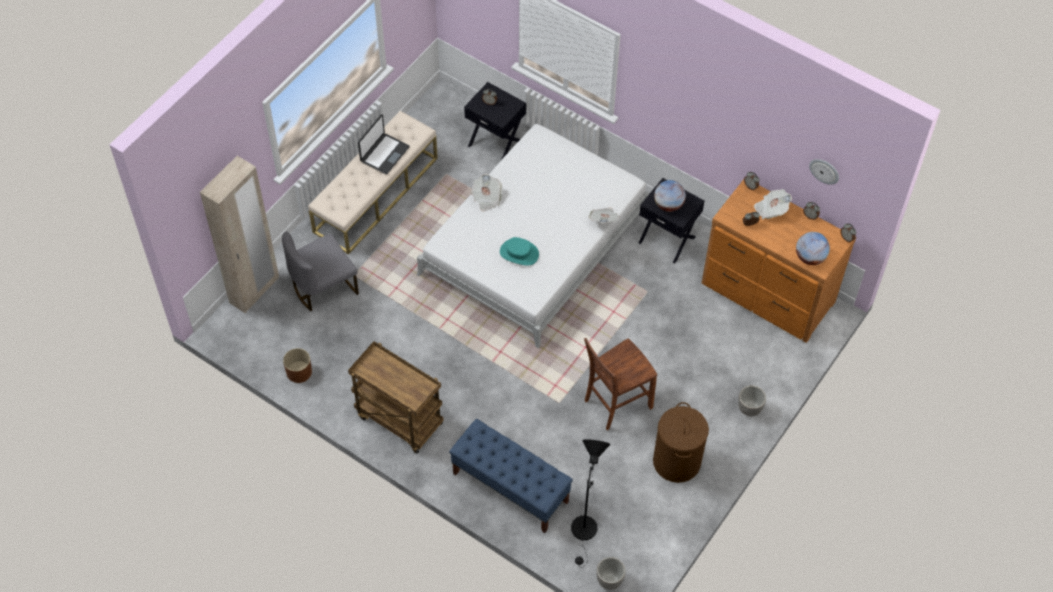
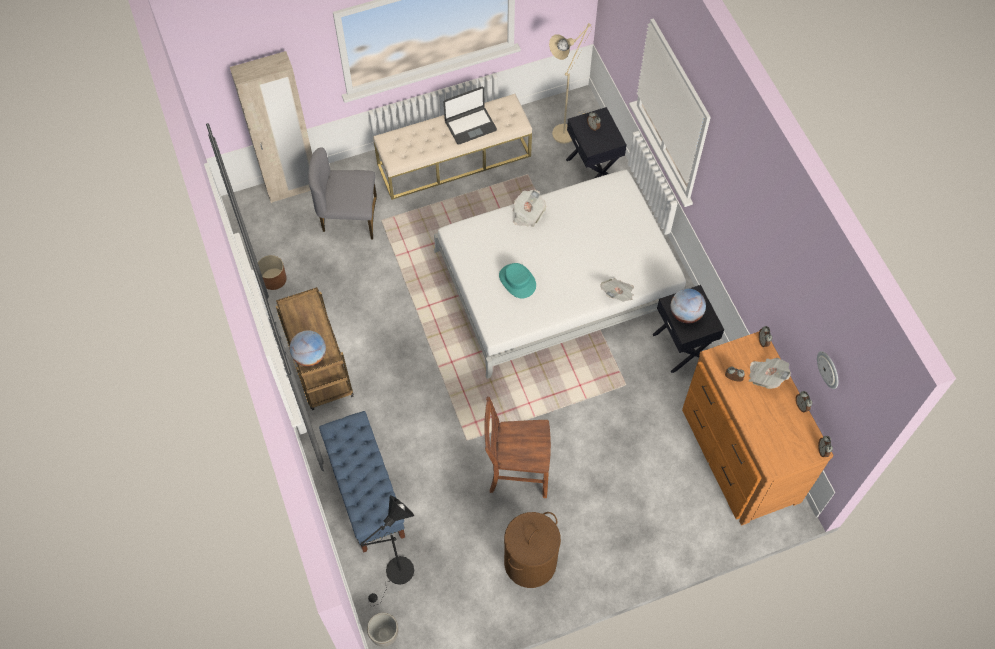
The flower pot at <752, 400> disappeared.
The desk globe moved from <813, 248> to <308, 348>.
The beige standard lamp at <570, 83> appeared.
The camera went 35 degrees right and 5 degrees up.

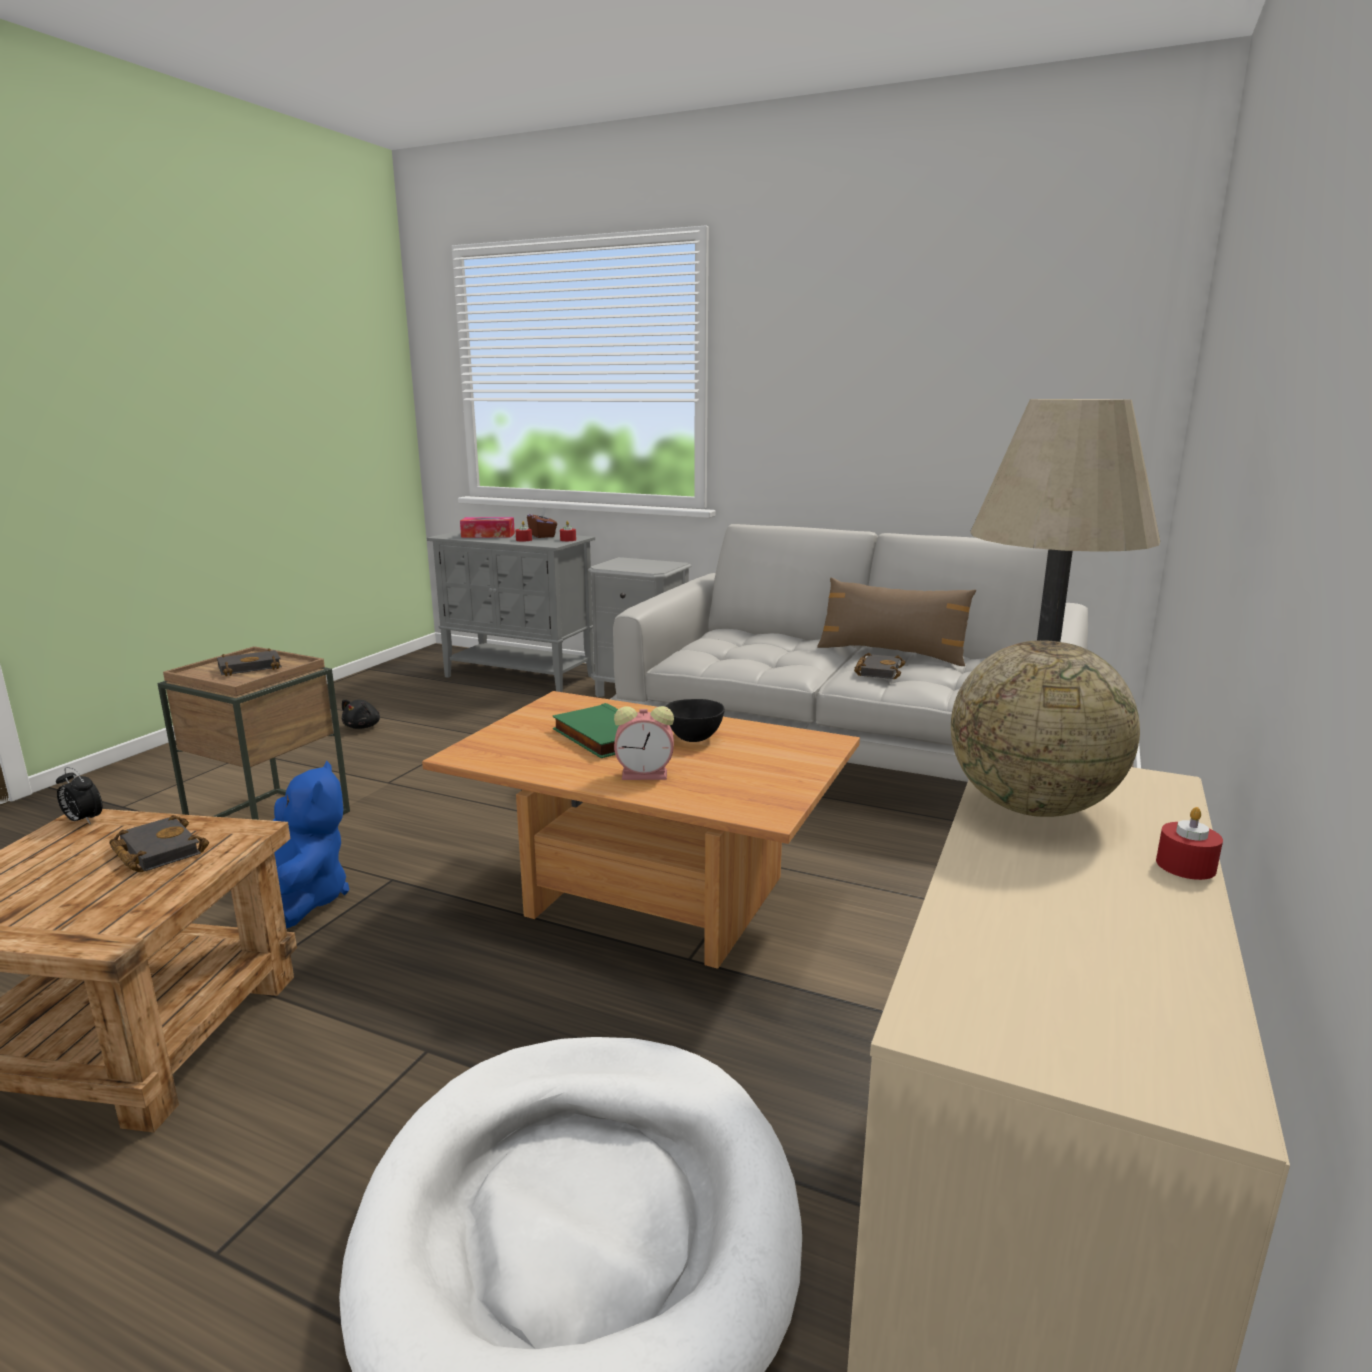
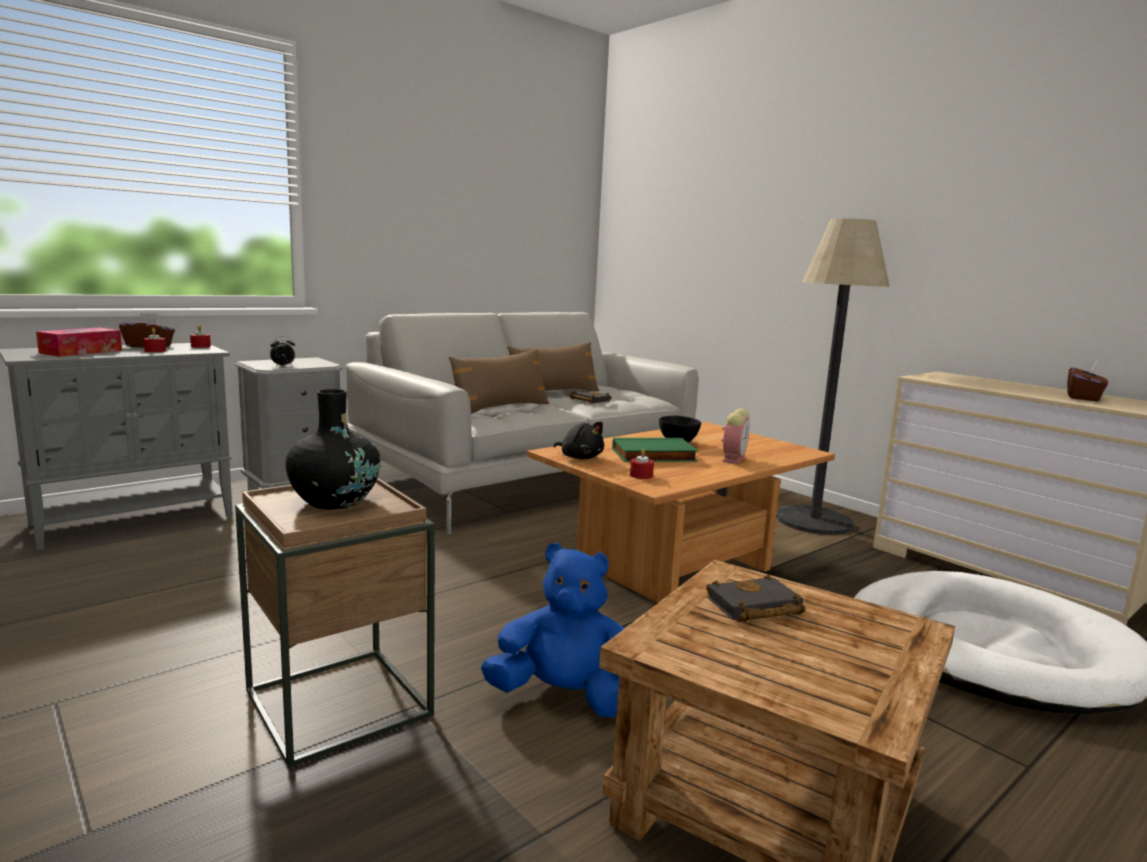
The alarm clock moved from <79, 796> to <282, 351>.
The black-coloured volume at <249, 662> was replaced by the black-coloured flower vase at <333, 449>.
The black-coloured plush toy moved from <361, 714> to <579, 440>.
The desk globe at <1045, 728> disappeared.
The red wax candle moved from <1189, 843> to <642, 464>.
The brown pillow at <499, 381> appeared.
The brown box of tissues at <1087, 381> appeared.
The camera went 65 degrees left and 5 degrees down.

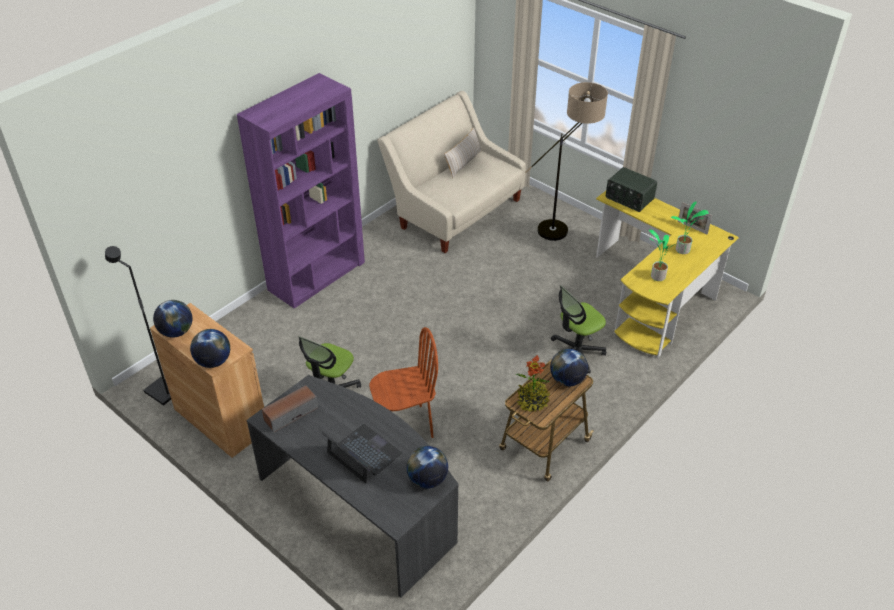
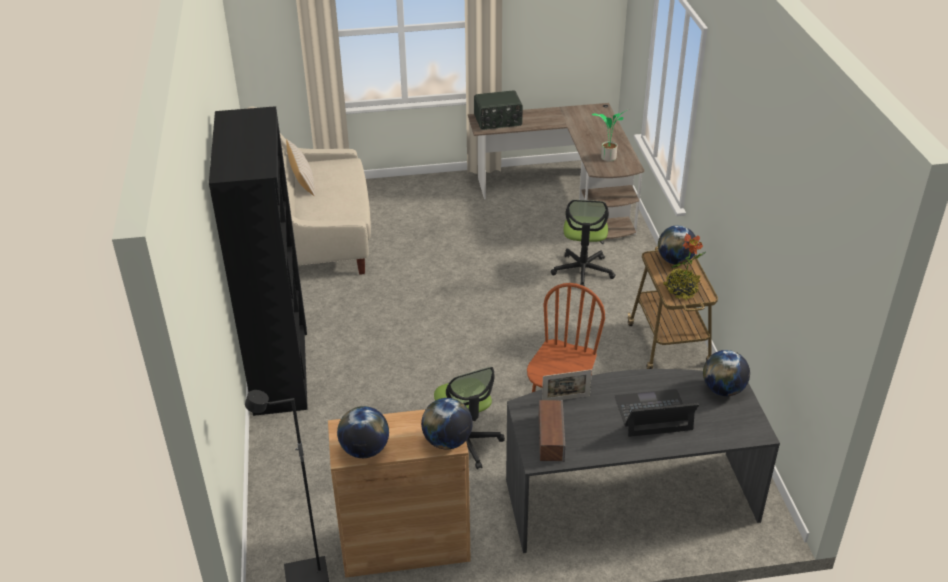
The purple shelving unit at <301, 190> became the black-coloured shelving unit at <258, 261>.
The standard lamp at <566, 161> disappeared.
The yellowish desk table at <667, 274> became the brown desk table at <556, 171>.
The potted plant at <690, 227> disappeared.
The photo frame moved from <695, 218> to <567, 384>.
The camera went 50 degrees left and 5 degrees down.

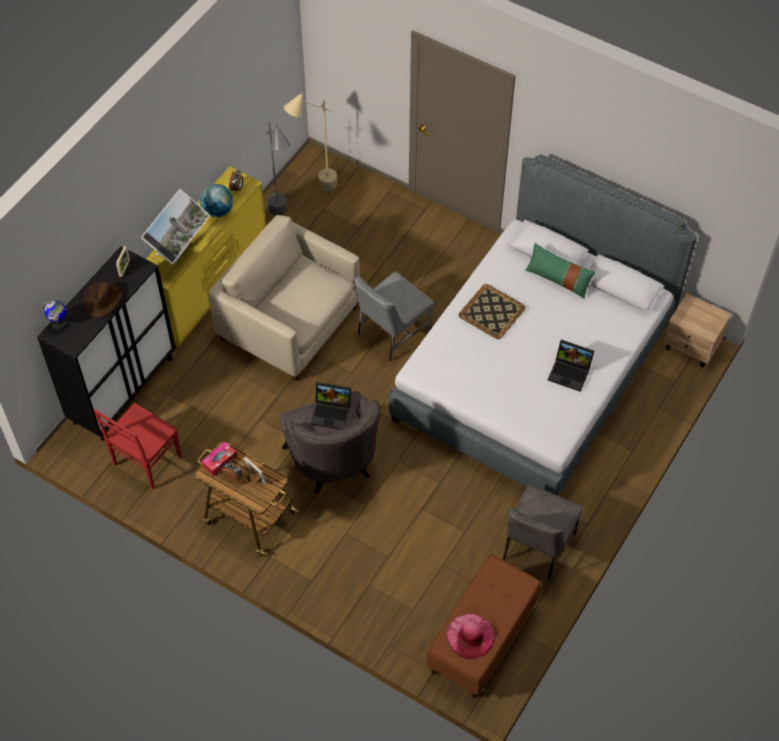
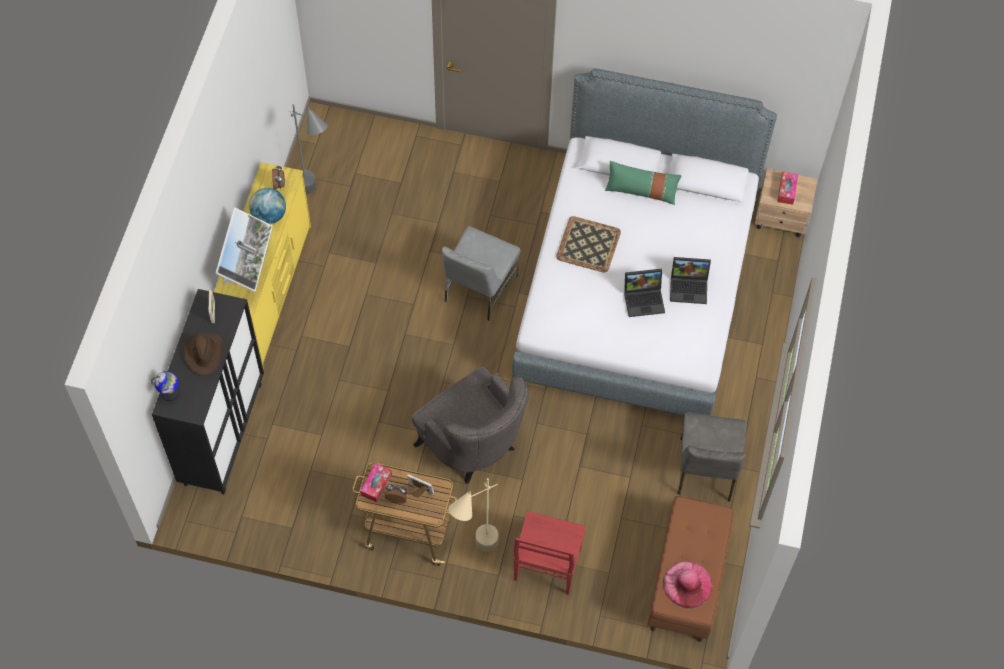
The red plain chair moved from <138, 446> to <549, 553>.
The beige armchair at <284, 298> disappeared.
The beige standard lamp moved from <310, 141> to <473, 515>.
The portable computer moved from <331, 405> to <644, 293>.
The box of tissues at <787, 188> appeared.
The camera went 20 degrees left and 5 degrees up.

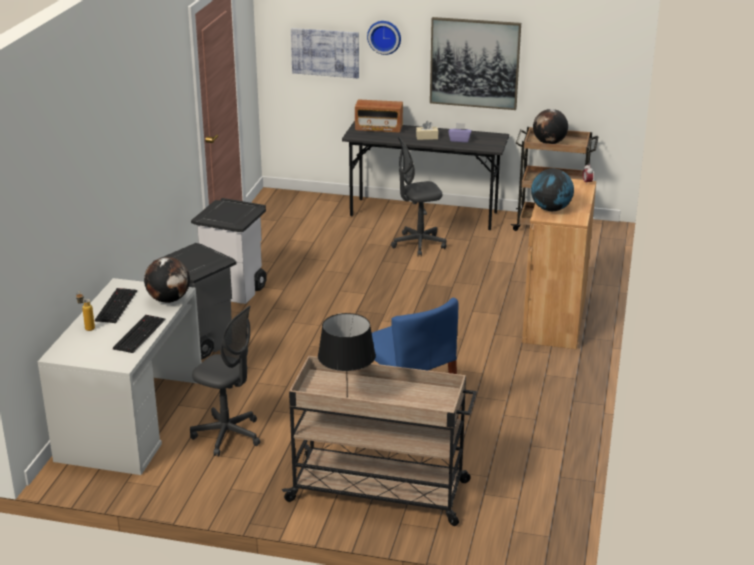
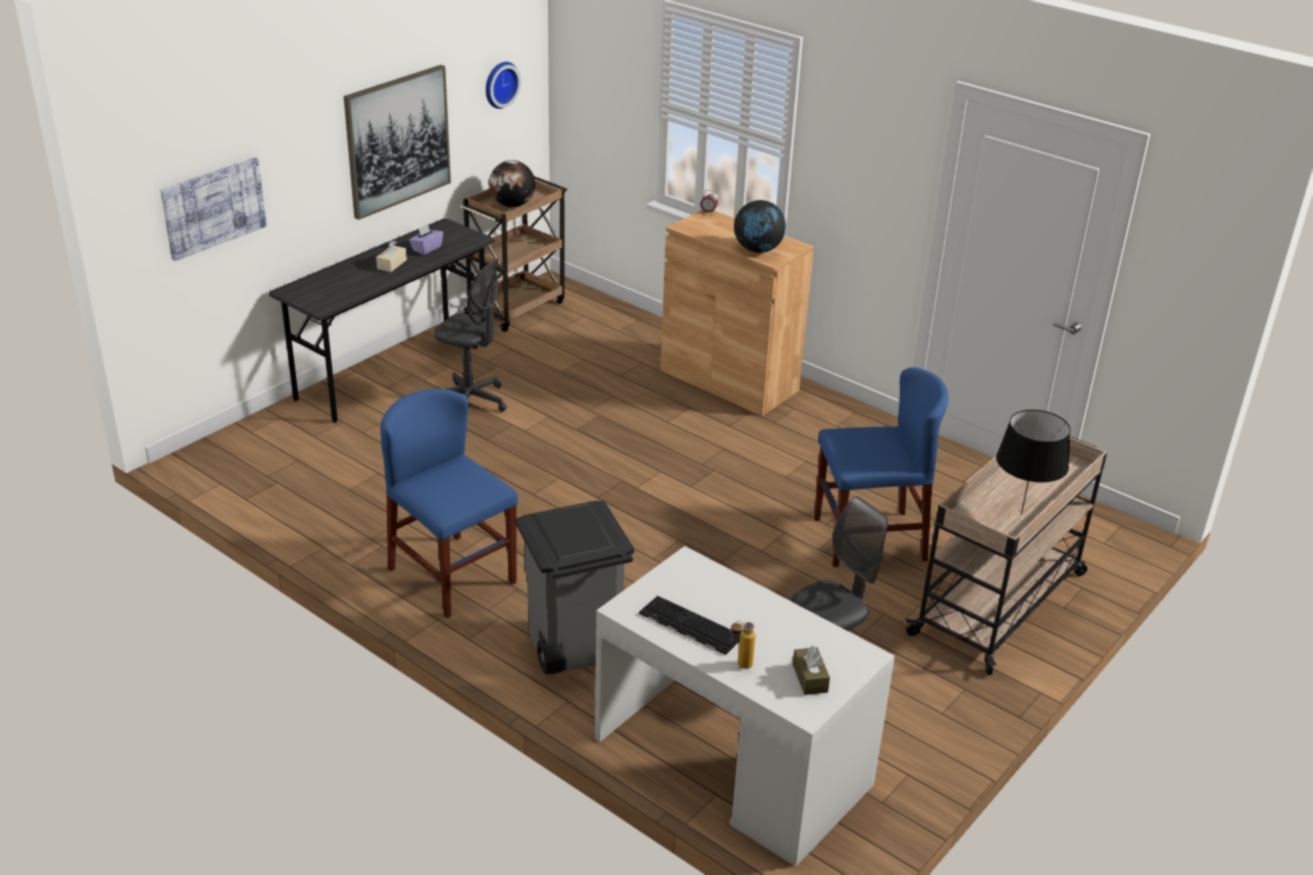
The PC keyboard at <139, 334> disappeared.
The desk globe at <167, 280> disappeared.
The white waste bin at <229, 251> was replaced by the blue plain chair at <449, 503>.
The radio set at <379, 115> disappeared.
The clock on the wall moved from <384, 38> to <503, 85>.
The grey computer chair at <419, 196> turned 75 degrees counterclockwise.
The brown box of tissues at <811, 670> appeared.
The camera went 65 degrees left and 5 degrees up.

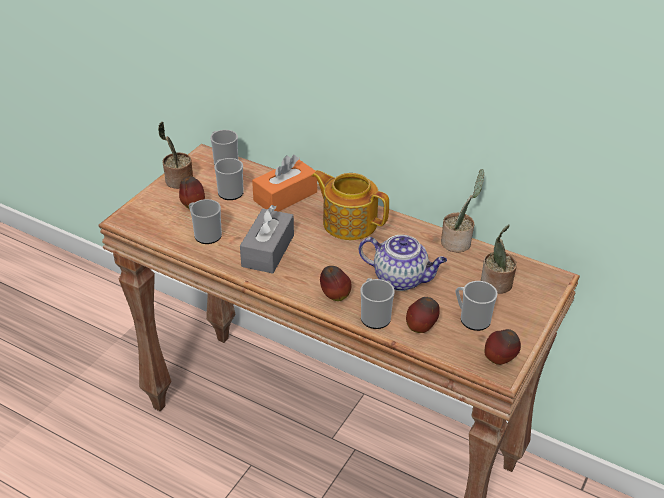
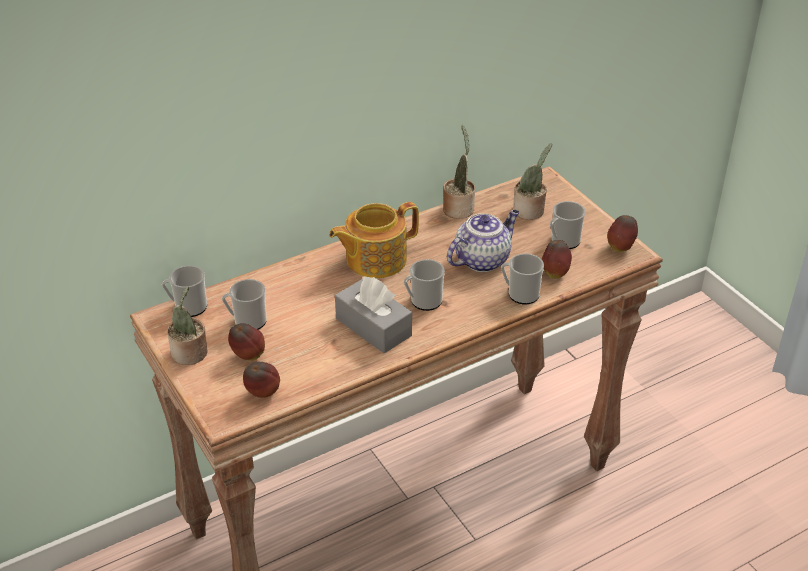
The coffee mug moved from <205, 221> to <424, 285>.
The orangey box of tissues at <284, 183> disappeared.
The whole apple moved from <335, 283> to <261, 380>.
The camera went 60 degrees left and 0 degrees up.

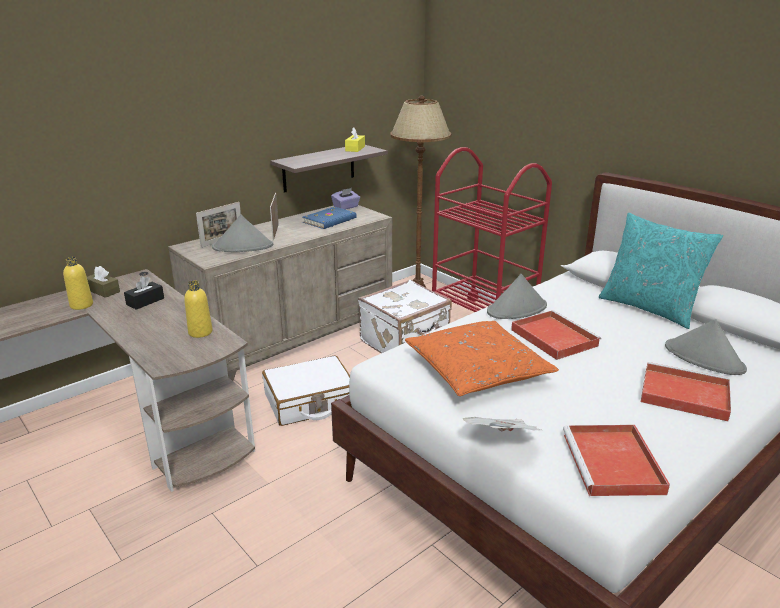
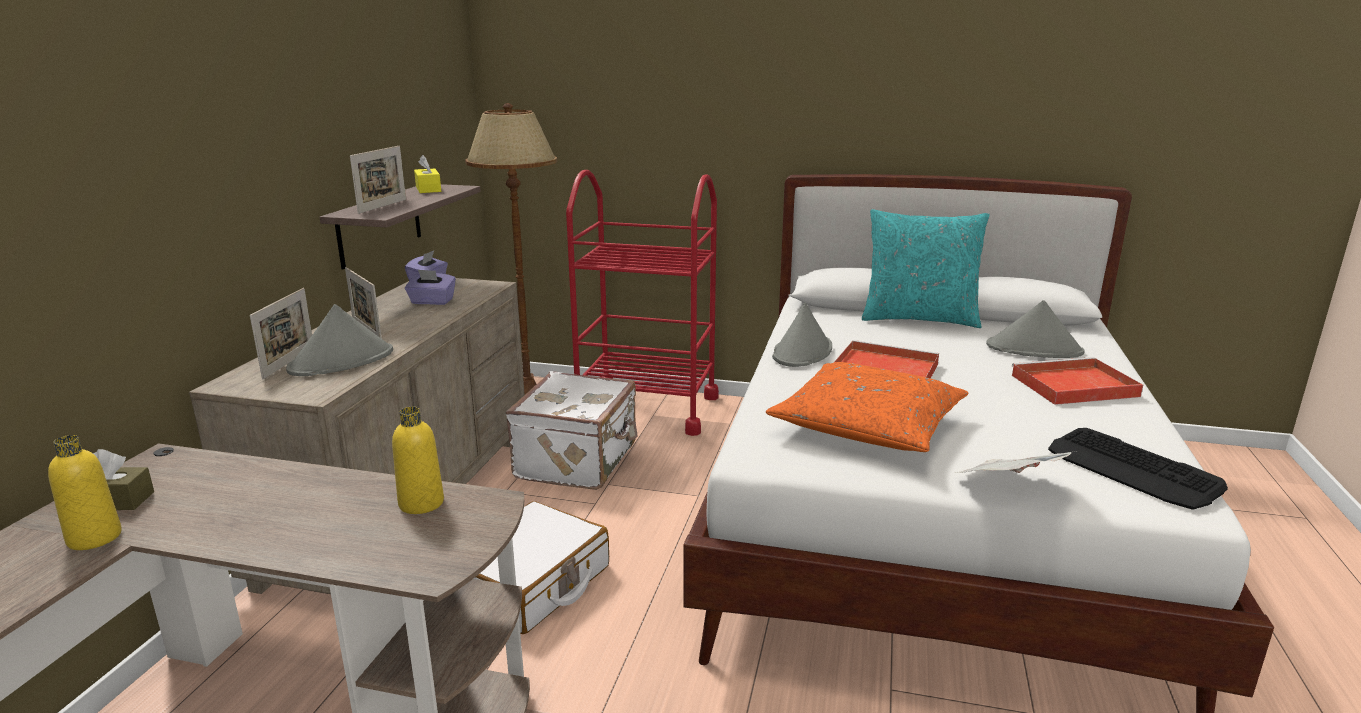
The black-coloured box of tissues at <144, 293> disappeared.
The blue volume at <329, 218> was replaced by the purple box of tissues at <430, 287>.
The red carrying tray at <616, 460> was replaced by the PC keyboard at <1138, 469>.
The photo frame at <378, 180> appeared.
The camera went 35 degrees left and 5 degrees down.

